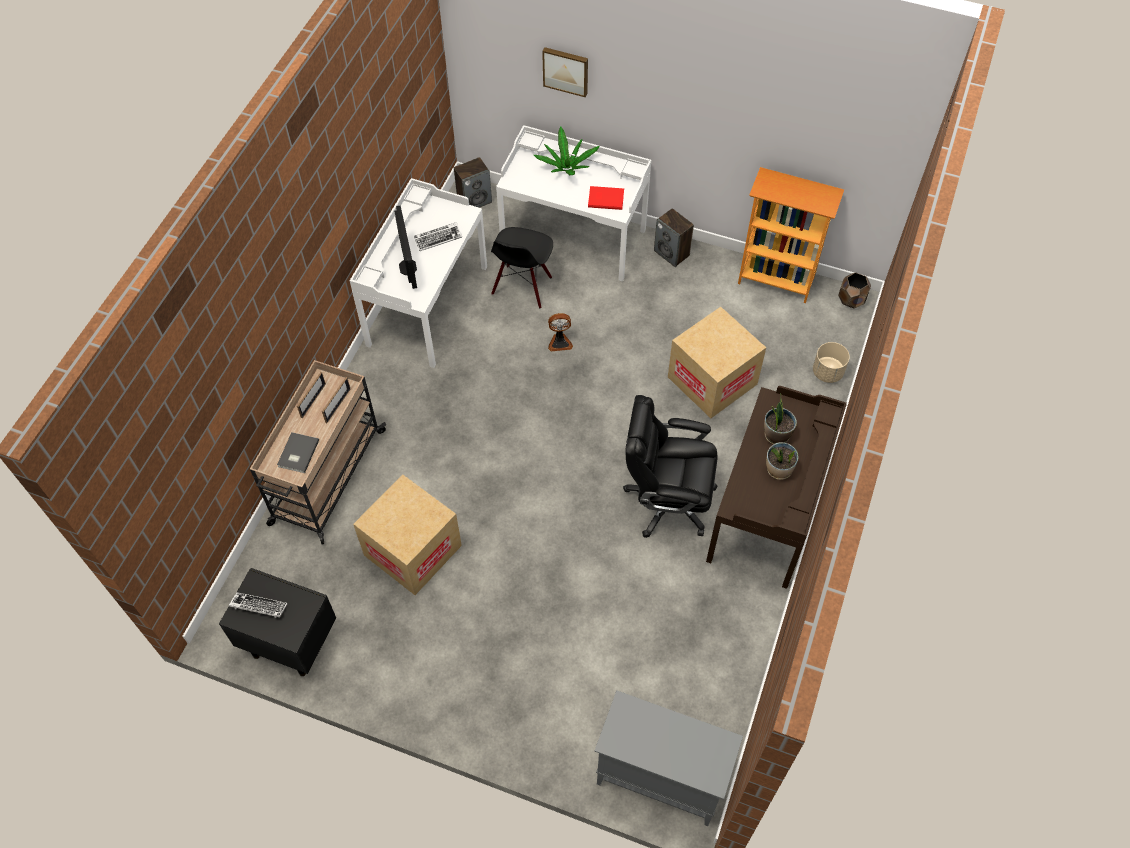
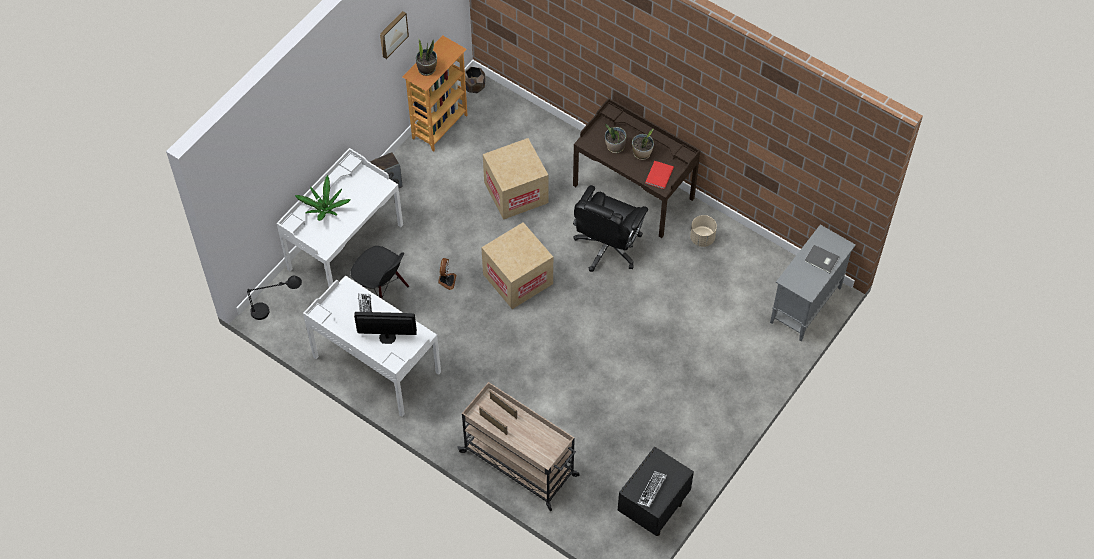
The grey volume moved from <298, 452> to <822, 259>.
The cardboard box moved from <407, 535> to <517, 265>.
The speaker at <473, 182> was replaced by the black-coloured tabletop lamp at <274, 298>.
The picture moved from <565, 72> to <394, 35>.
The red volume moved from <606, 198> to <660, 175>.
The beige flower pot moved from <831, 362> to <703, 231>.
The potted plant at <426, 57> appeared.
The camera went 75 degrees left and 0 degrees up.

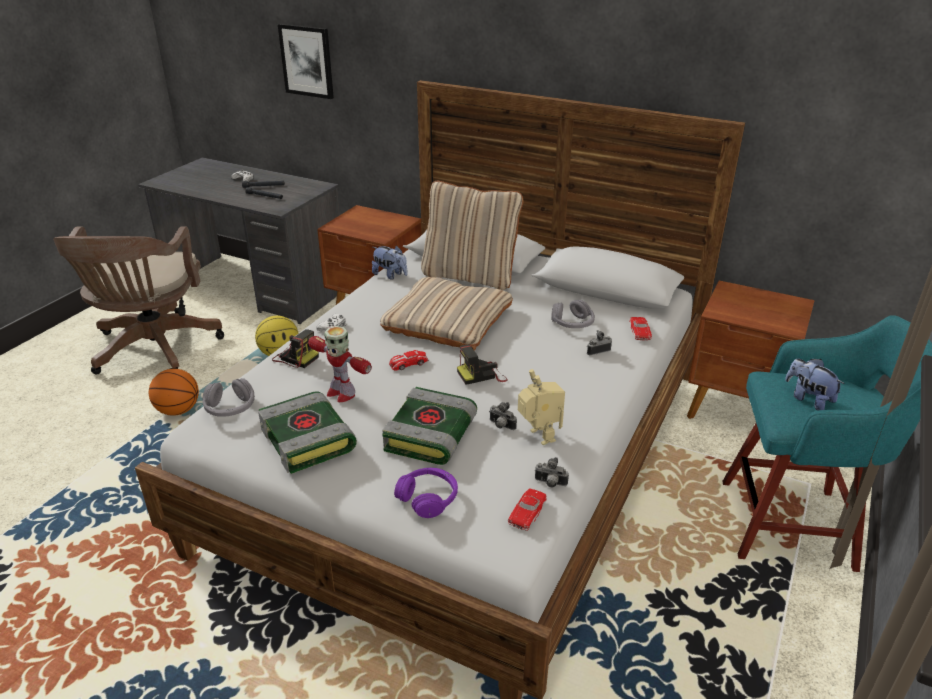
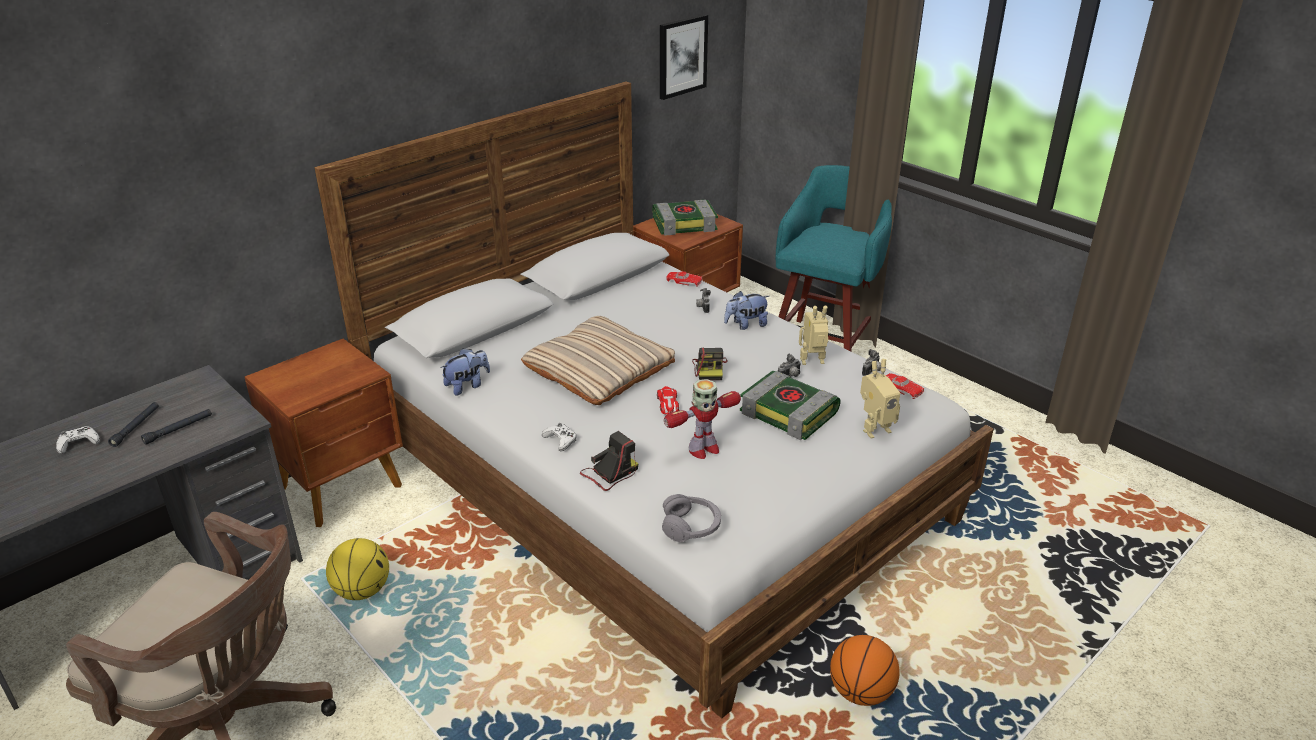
The basketball moved from <174, 392> to <865, 670>.
The volume moved from <307, 432> to <685, 218>.
The picture moved from <306, 61> to <684, 57>.
The purple headphones at <426, 493> was replaced by the toy robot at <880, 399>.
The beige pillow at <472, 235> disappeared.
The grey headphones at <573, 314> disappeared.
The plush toy moved from <814, 384> to <746, 310>.
The camera went 70 degrees left and 0 degrees up.

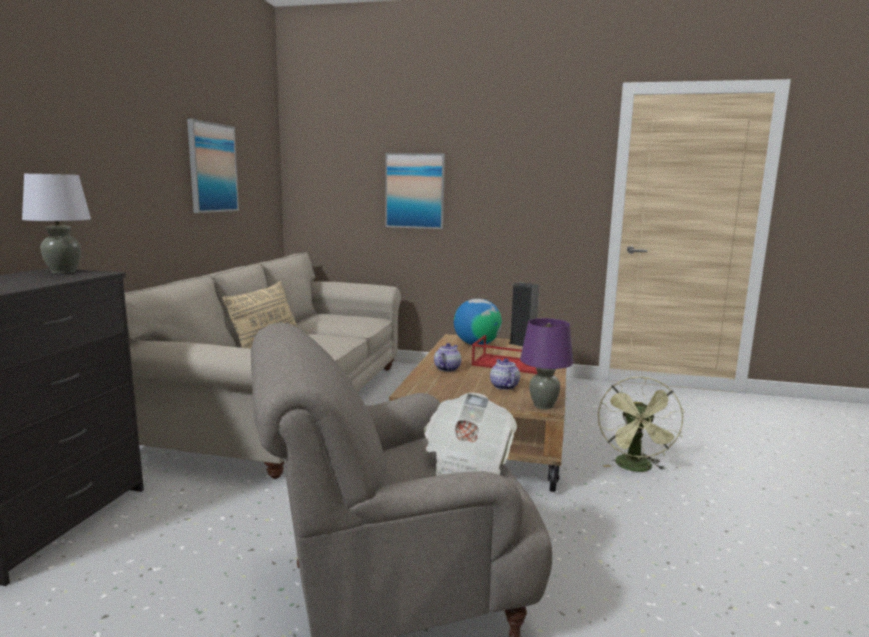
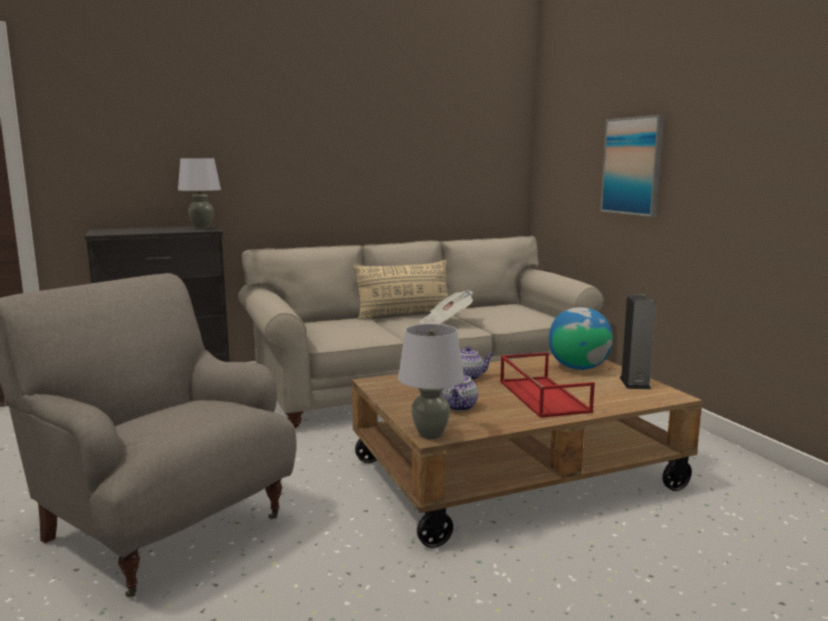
The picture at <213, 166> disappeared.
The newspaper moved from <470, 434> to <446, 307>.
The tea pot at <505, 374> turned 150 degrees clockwise.
The purple tabletop lamp at <546, 363> became the grey tabletop lamp at <431, 381>.
The greenish electric fan at <641, 424> disappeared.
The camera went 55 degrees right and 0 degrees up.

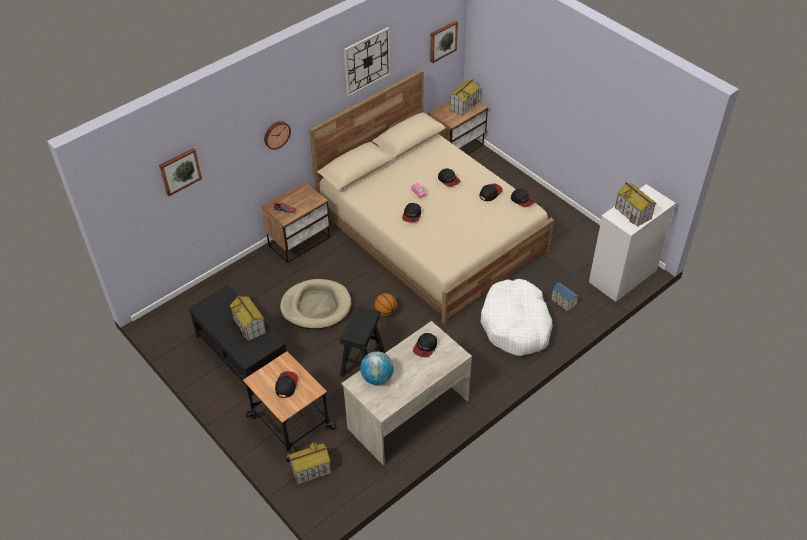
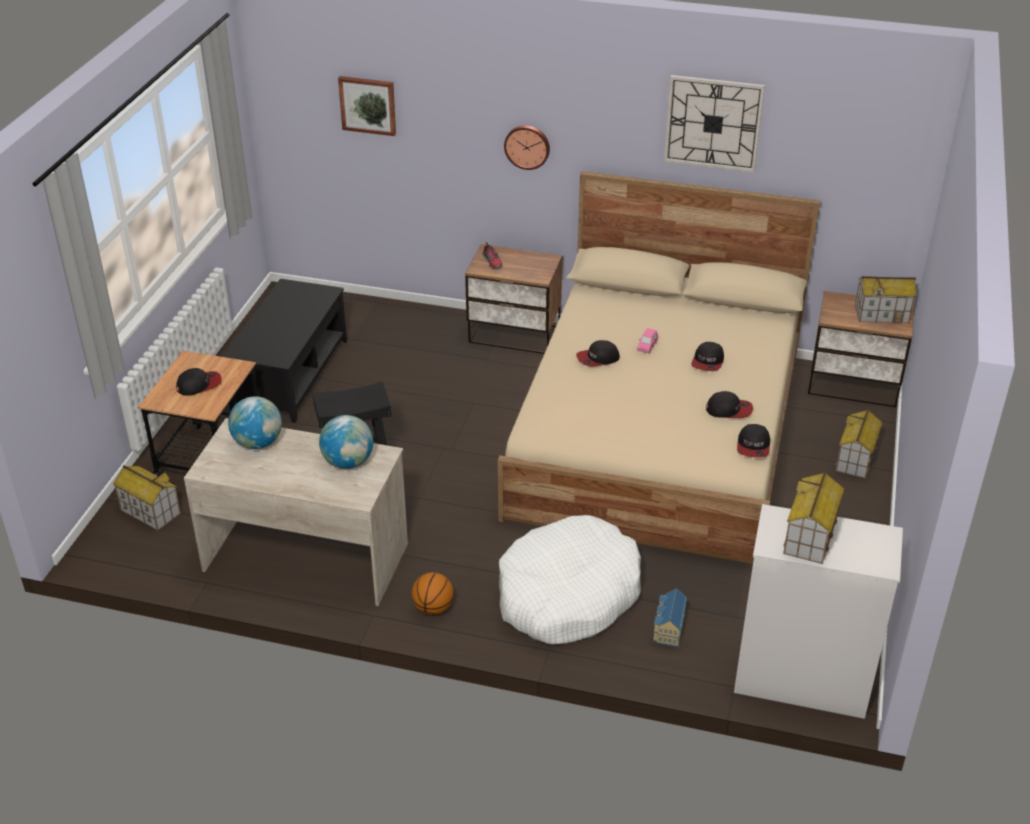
The miniature house moved from <247, 318> to <859, 444>.
The beige dog bed at <315, 304> disappeared.
The basketball moved from <385, 304> to <432, 593>.
The cap at <425, 345> was replaced by the desk globe at <346, 442>.
The picture at <444, 41> disappeared.
The camera went 55 degrees right and 10 degrees down.

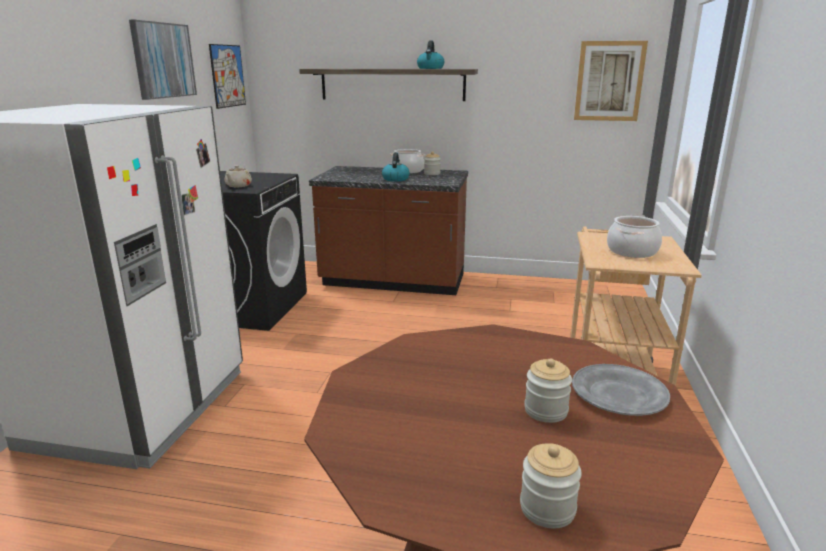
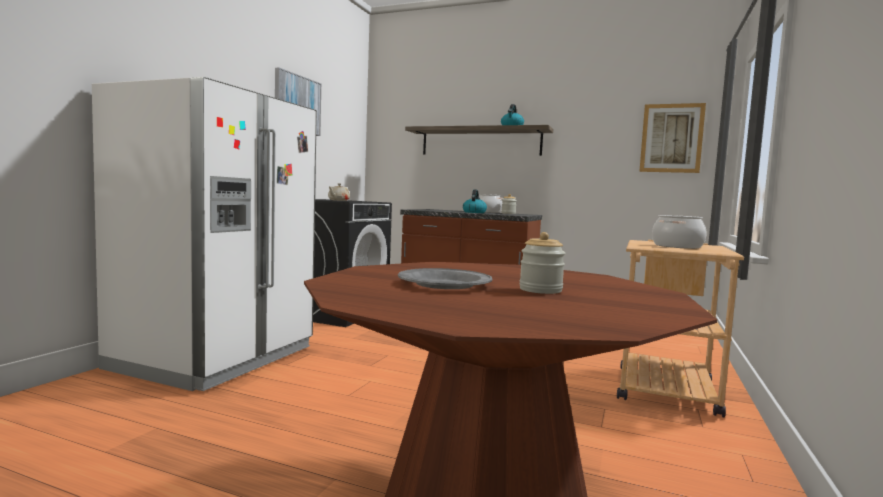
The picture at <227, 76> disappeared.
The jar at <551, 485> disappeared.
The grey flat dish moved from <621, 390> to <445, 278>.
The camera went 10 degrees right and 15 degrees down.

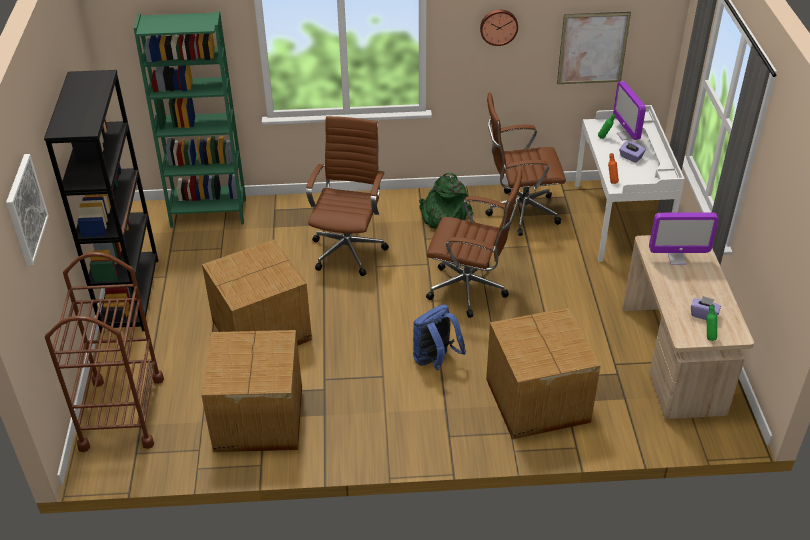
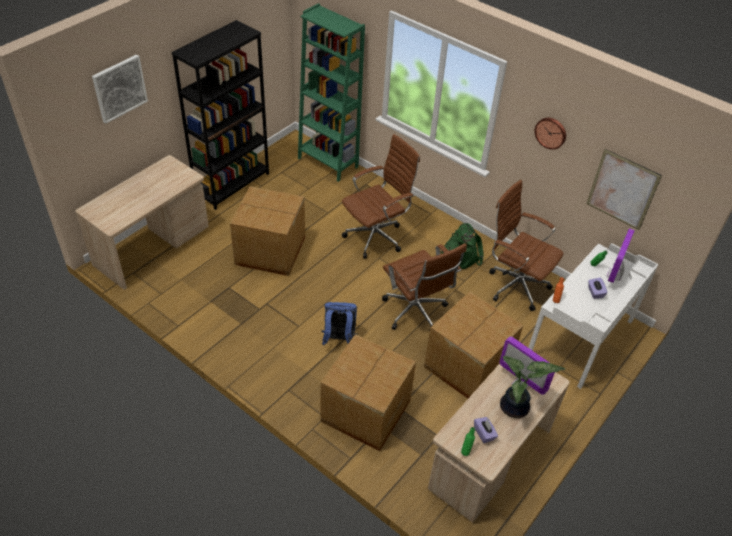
The brown cart at <104, 352> was replaced by the beige desk table at <142, 222>.
The cardboard box moved from <251, 391> to <473, 345>.
The potted plant at <532, 387> appeared.
The camera went 40 degrees right and 5 degrees up.

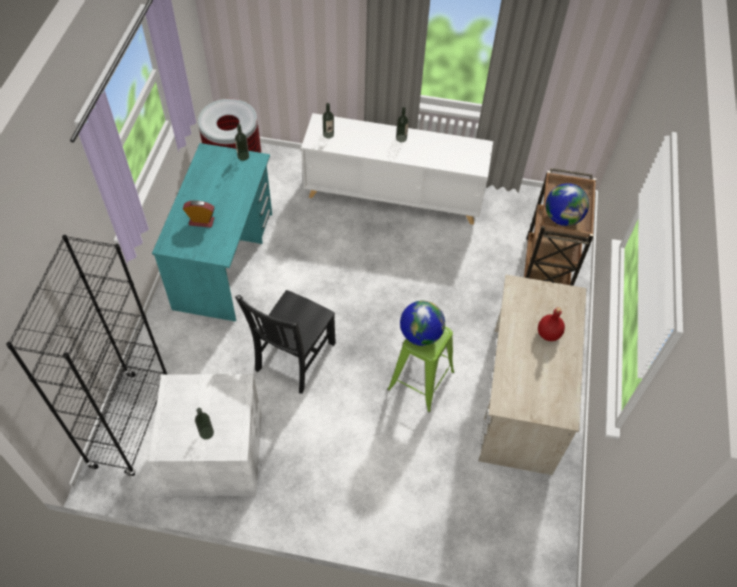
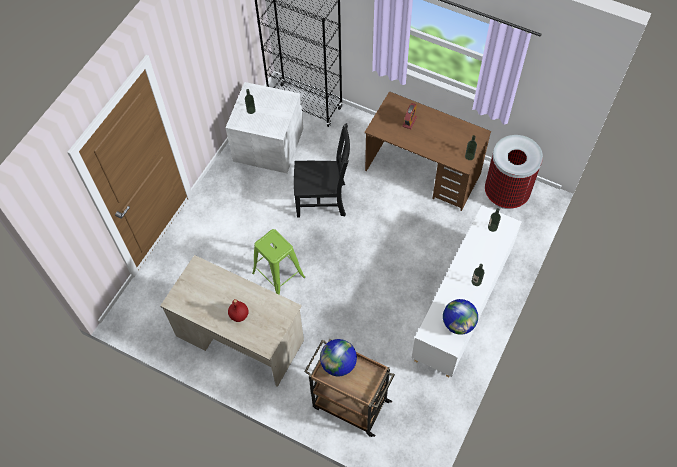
The turquoise-coloured desk table at <212, 232> became the brown desk table at <427, 151>.
The black-coloured plain chair at <285, 342> turned 135 degrees clockwise.
The desk globe moved from <422, 323> to <460, 317>.
The camera went 110 degrees right and 5 degrees up.

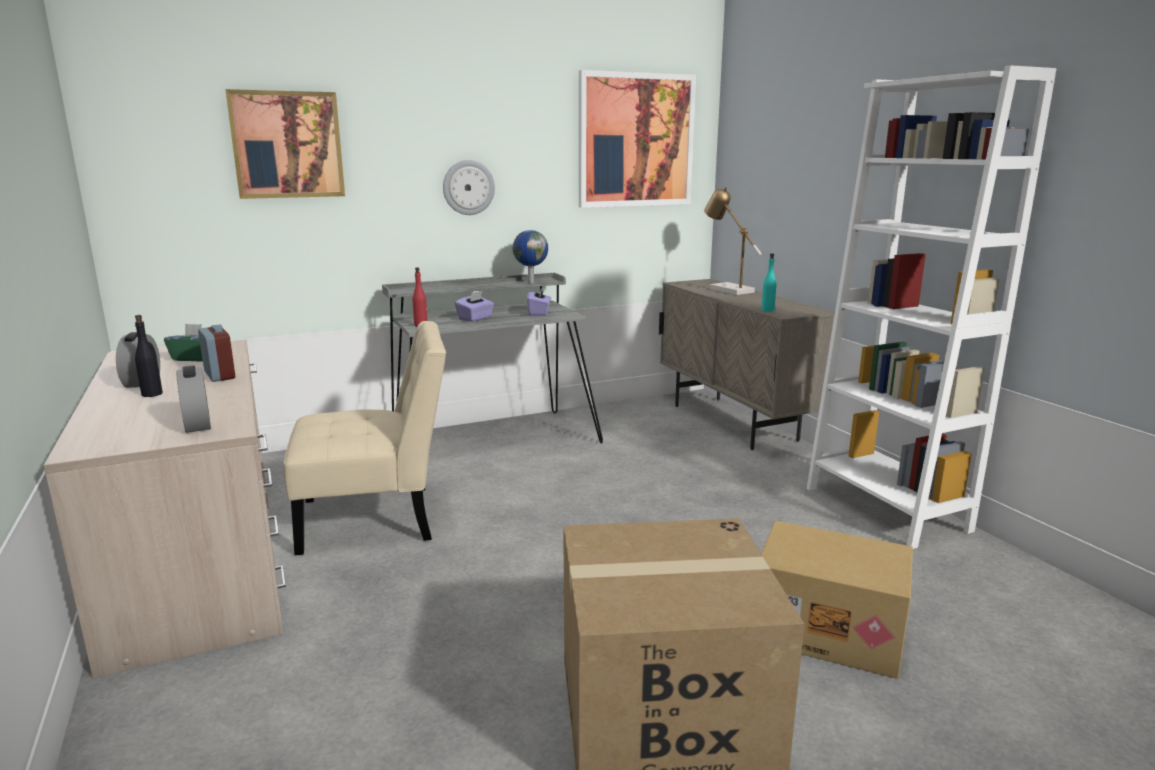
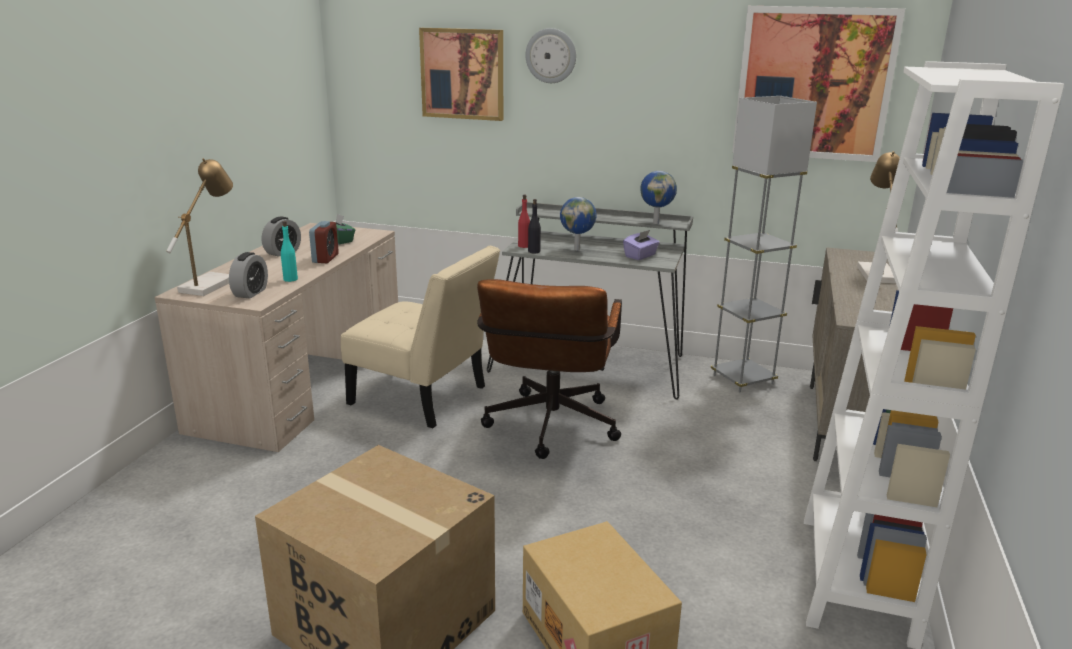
The black-coloured drink bottle moved from <149, 356> to <534, 226>.
The clock on the wall moved from <469, 187> to <550, 55>.
The purple box of tissues at <474, 306> was replaced by the desk globe at <578, 223>.
The turquoise-coloured drink bottle moved from <768, 283> to <289, 251>.
The tabletop lamp at <199, 227> appeared.
The brown computer chair at <549, 369> appeared.
The grey standard lamp at <764, 244> appeared.
The camera went 40 degrees right and 5 degrees up.

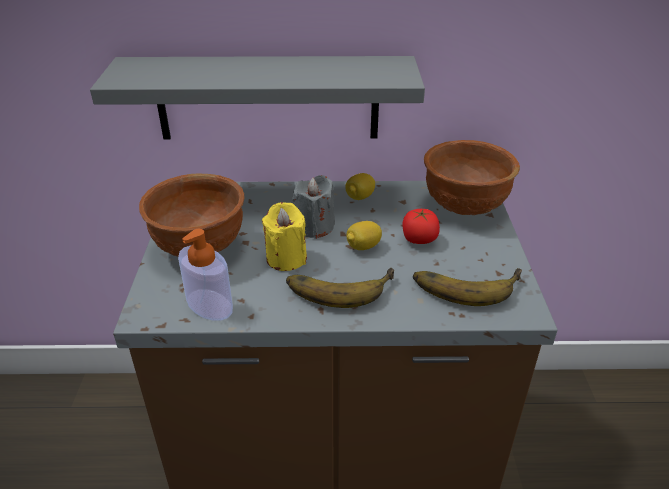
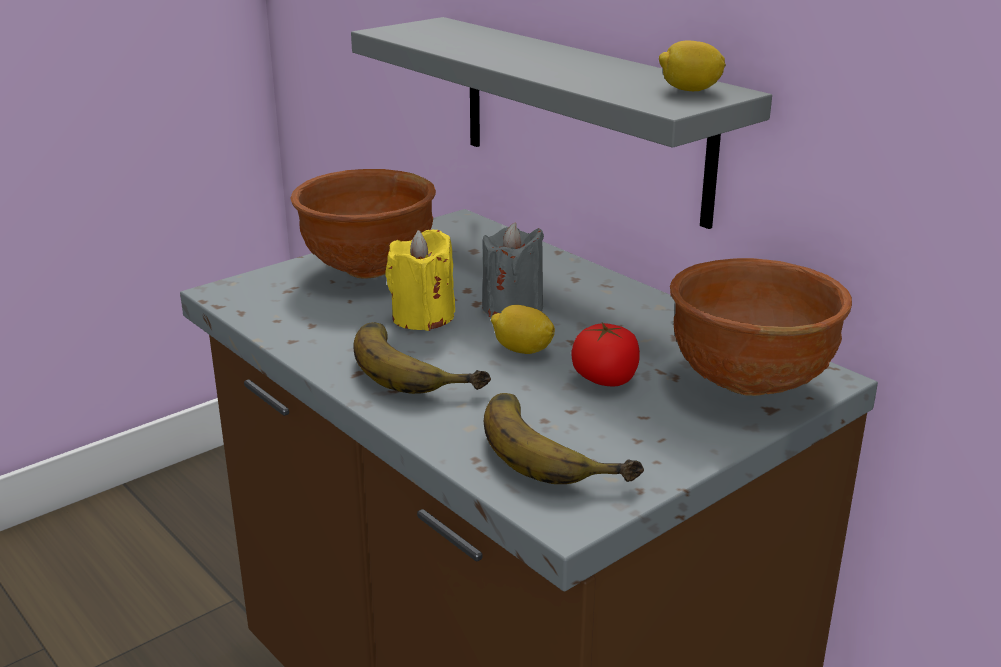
The soap dispenser at <205, 275> disappeared.
The whole lemon moved from <360, 186> to <692, 65>.
The camera went 50 degrees right and 10 degrees down.

